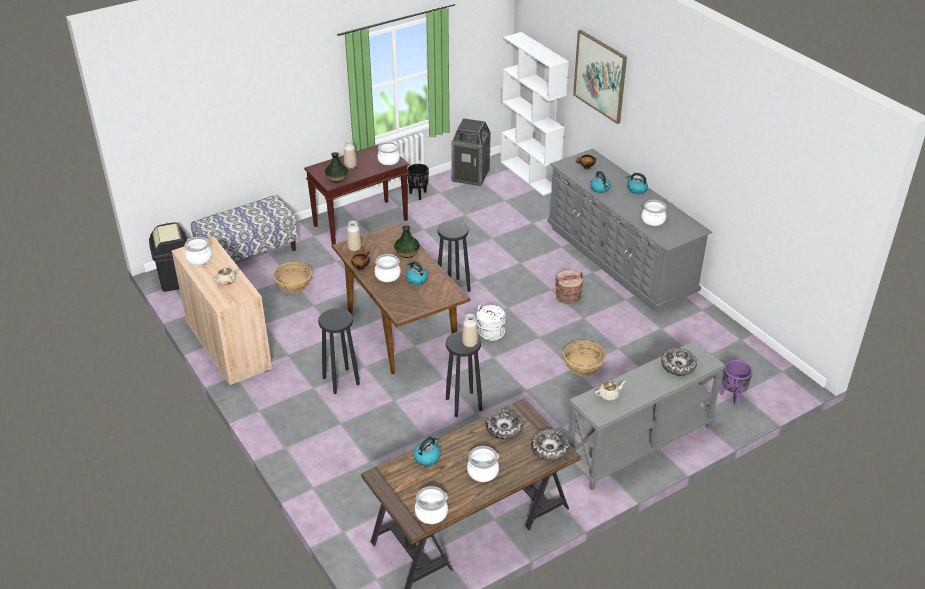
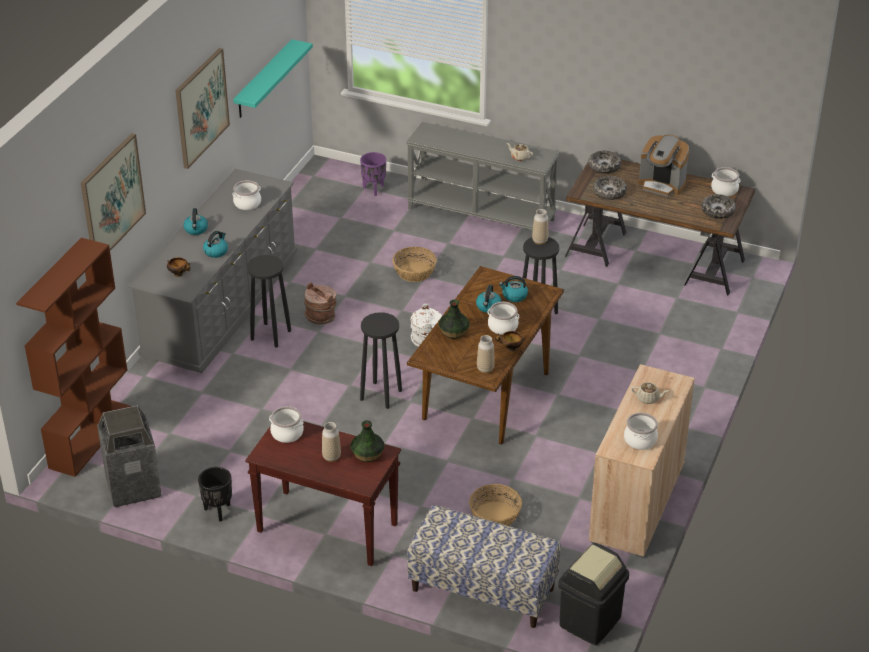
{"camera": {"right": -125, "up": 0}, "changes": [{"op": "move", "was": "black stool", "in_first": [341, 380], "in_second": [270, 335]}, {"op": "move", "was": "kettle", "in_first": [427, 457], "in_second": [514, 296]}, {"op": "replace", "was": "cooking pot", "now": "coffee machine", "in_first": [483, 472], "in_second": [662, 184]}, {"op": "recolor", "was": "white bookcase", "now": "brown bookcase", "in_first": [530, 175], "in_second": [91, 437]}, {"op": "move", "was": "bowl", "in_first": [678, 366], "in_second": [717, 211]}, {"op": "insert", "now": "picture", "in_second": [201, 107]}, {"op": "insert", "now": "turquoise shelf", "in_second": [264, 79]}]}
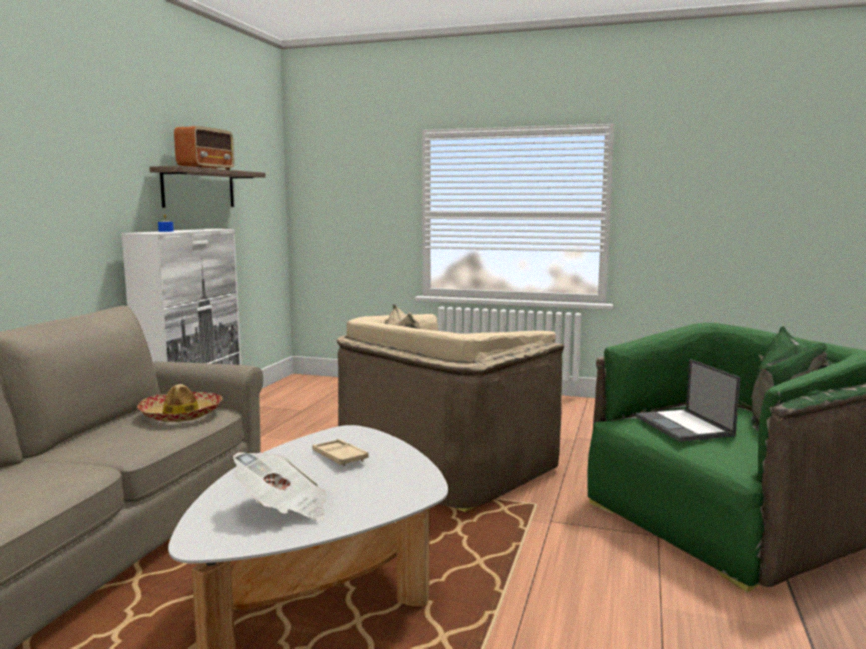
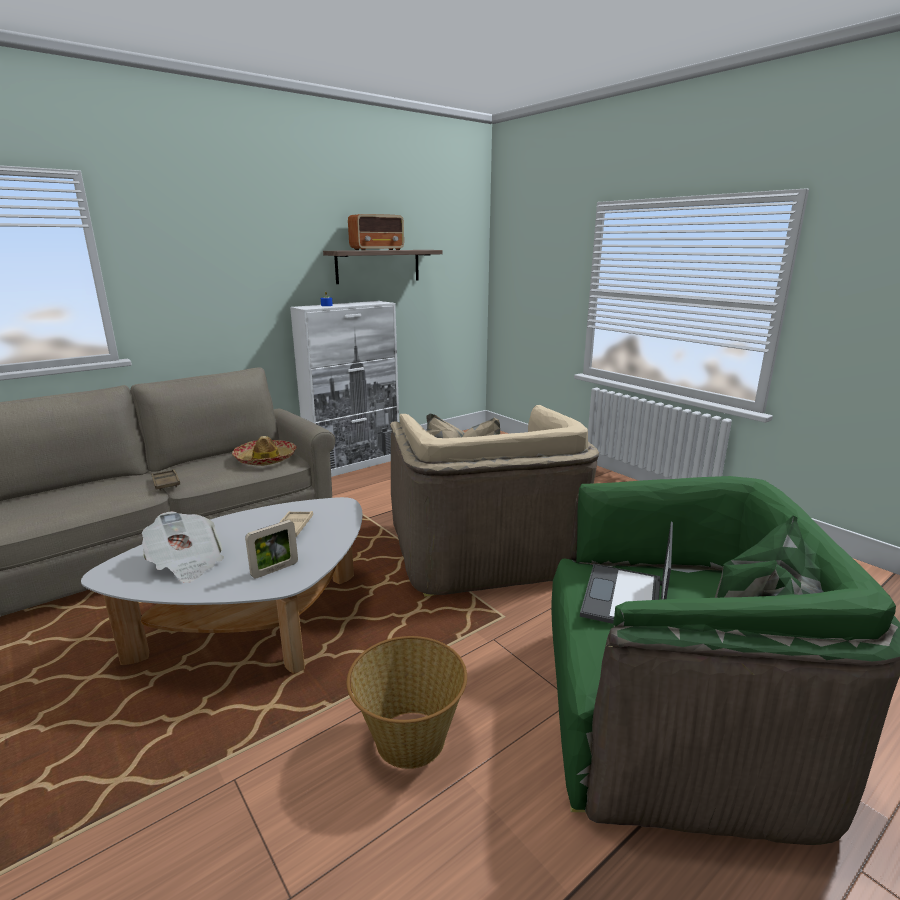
{"camera": {"right": 35, "up": 10}, "changes": [{"op": "rotate", "was": "beige armchair", "in_first": [447, 466], "in_second": [484, 550], "clockwise": -90}, {"op": "insert", "now": "brown tray", "in_second": [166, 483]}, {"op": "insert", "now": "picture frame", "in_second": [275, 570]}, {"op": "insert", "now": "basket", "in_second": [409, 739]}]}
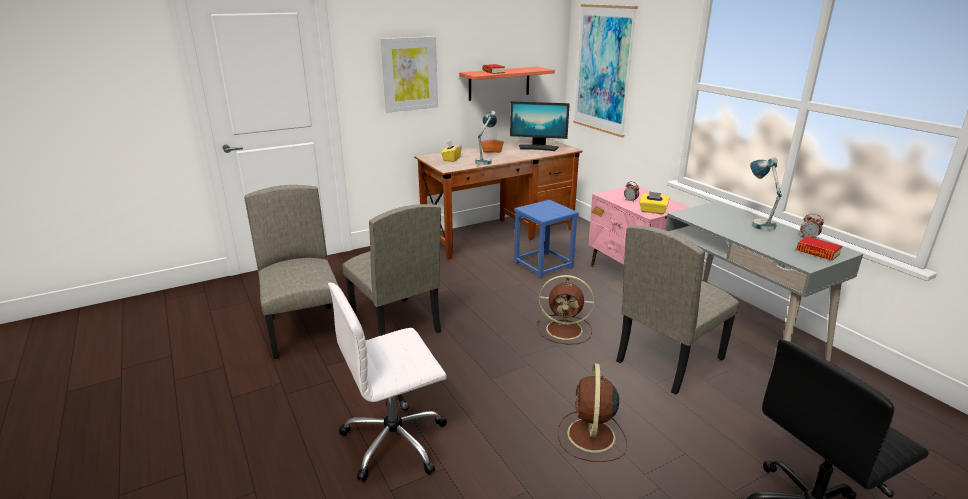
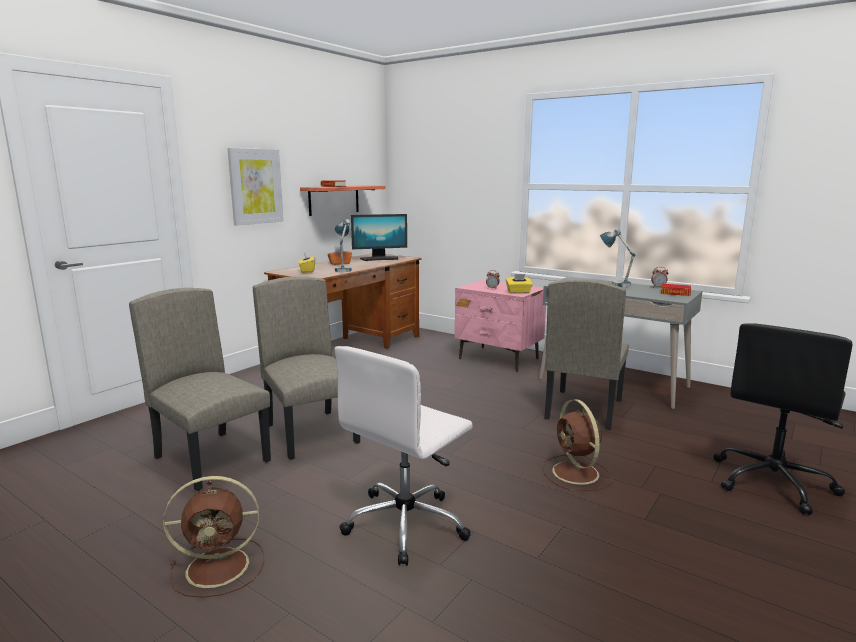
{"camera": {"right": -25, "up": -10}, "changes": [{"op": "rotate", "was": "beige chair", "in_first": [394, 324], "in_second": [312, 433], "clockwise": -150}, {"op": "delete", "was": "blue stool", "in_first": [543, 265]}, {"op": "move", "was": "brown fan", "in_first": [566, 330], "in_second": [221, 567]}, {"op": "delete", "was": "picture", "in_first": [603, 69]}]}
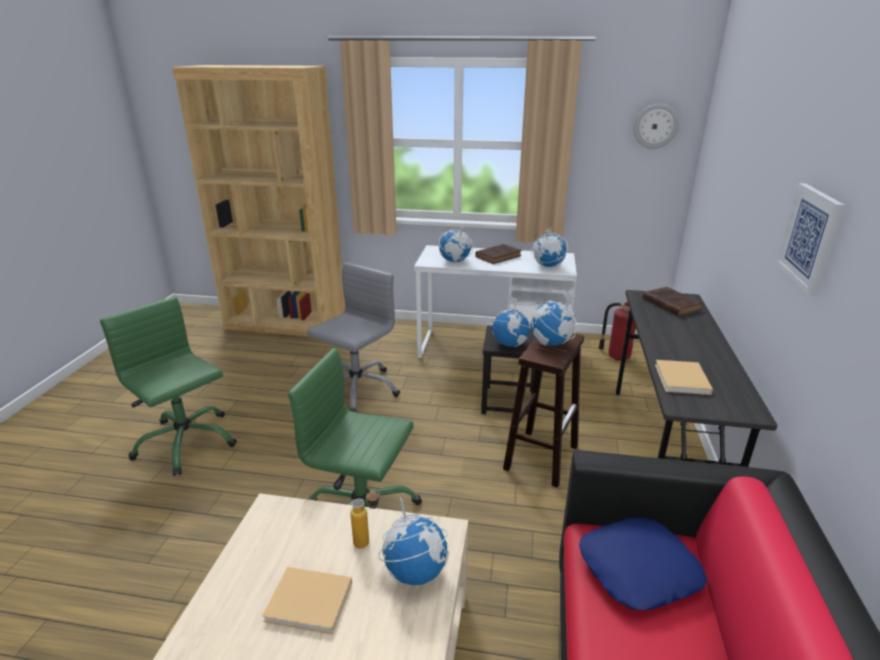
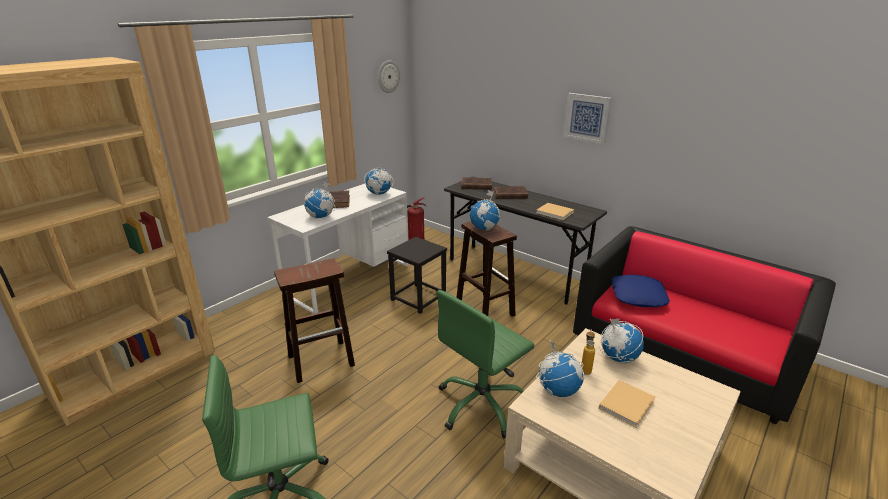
{"camera": {"right": -60, "up": 0}, "changes": [{"op": "replace", "was": "grey office chair", "now": "brown stool", "in_first": [357, 389], "in_second": [322, 360]}, {"op": "move", "was": "globe", "in_first": [510, 344], "in_second": [558, 390]}, {"op": "insert", "now": "brown book", "in_second": [509, 195]}]}
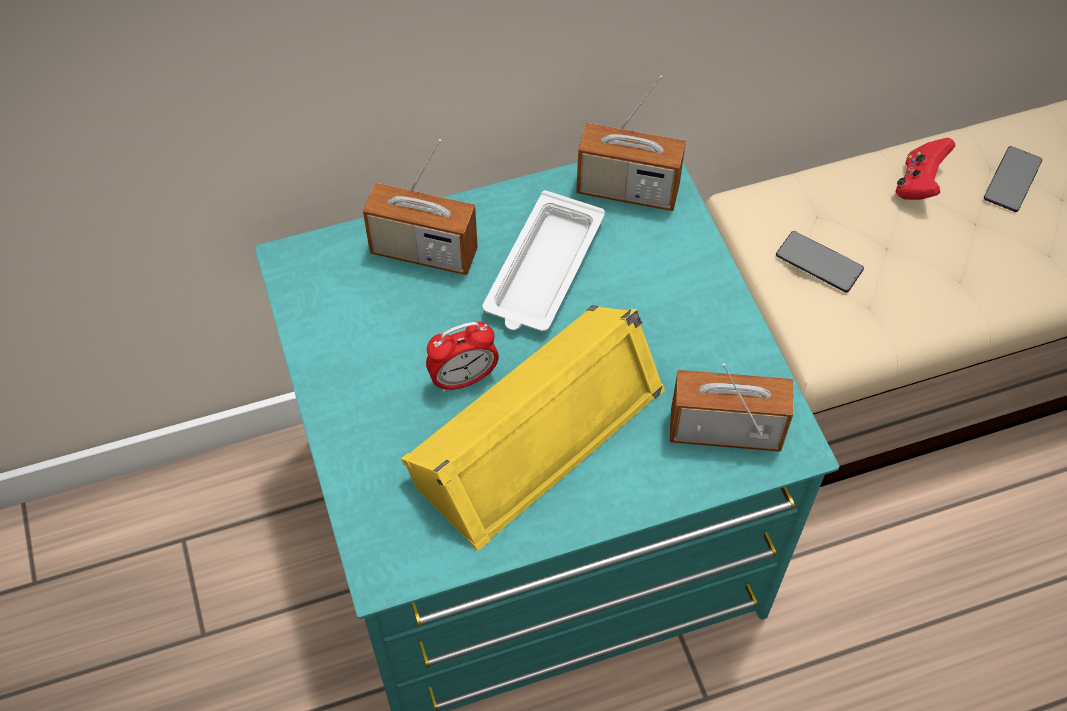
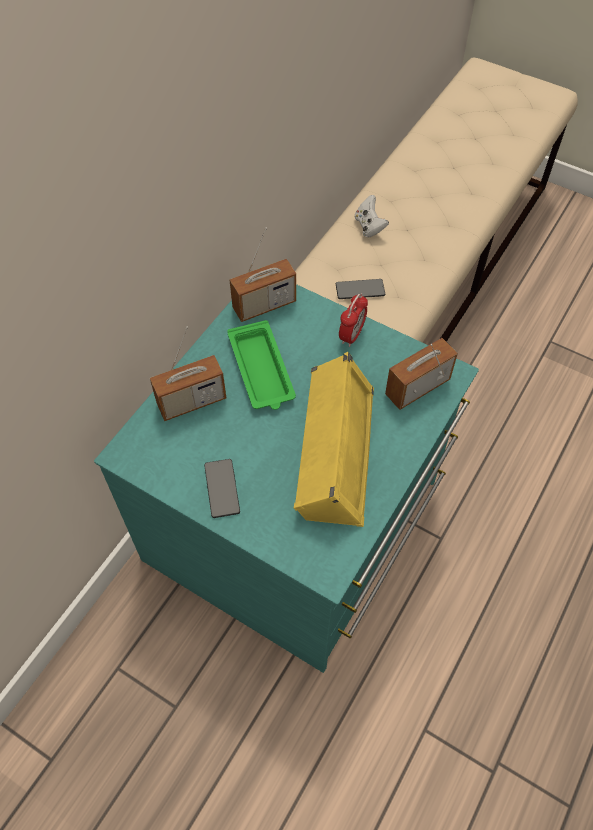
{"camera": {"right": -40, "up": 0}, "changes": [{"op": "move", "was": "alarm clock", "in_first": [463, 379], "in_second": [351, 335]}, {"op": "recolor", "was": "white tray", "now": "green tray", "in_first": [543, 271], "in_second": [261, 370]}, {"op": "recolor", "was": "red game controller", "now": "white game controller", "in_first": [918, 184], "in_second": [369, 226]}, {"op": "move", "was": "phone", "in_first": [1012, 180], "in_second": [222, 488]}]}
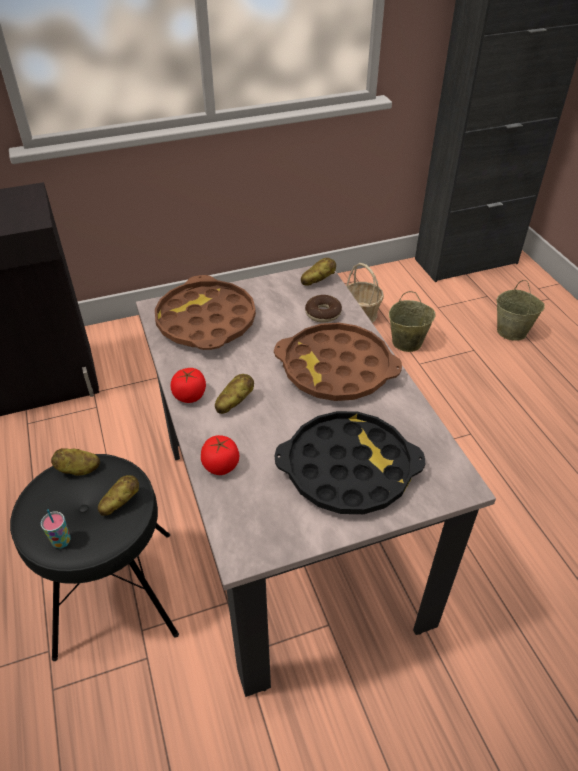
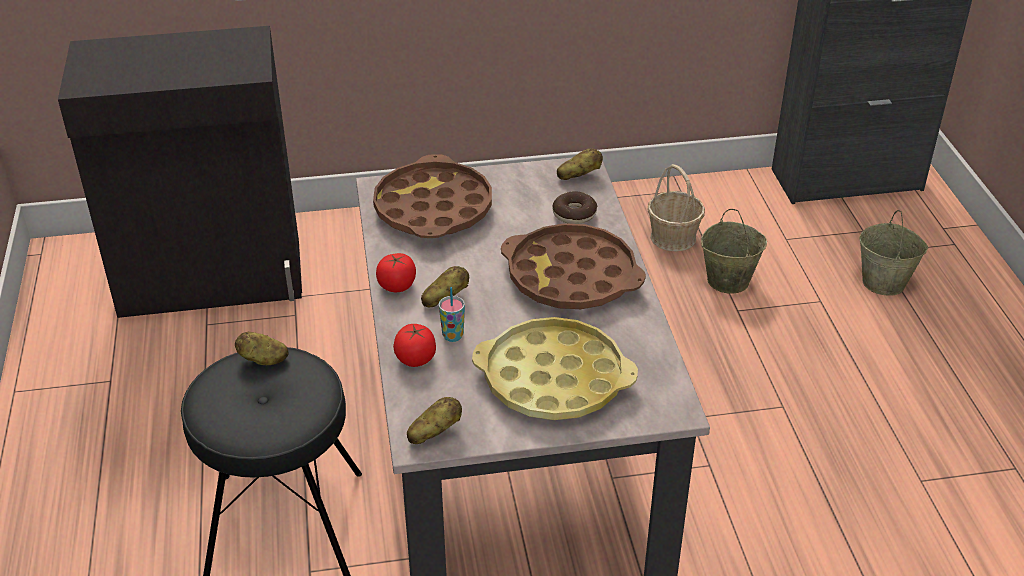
{"camera": {"right": 10, "up": -5}, "changes": [{"op": "move", "was": "cup", "in_first": [61, 541], "in_second": [453, 336]}, {"op": "move", "was": "potato", "in_first": [120, 502], "in_second": [434, 432]}, {"op": "recolor", "was": "black tray", "now": "yellow tray", "in_first": [348, 469], "in_second": [553, 378]}]}
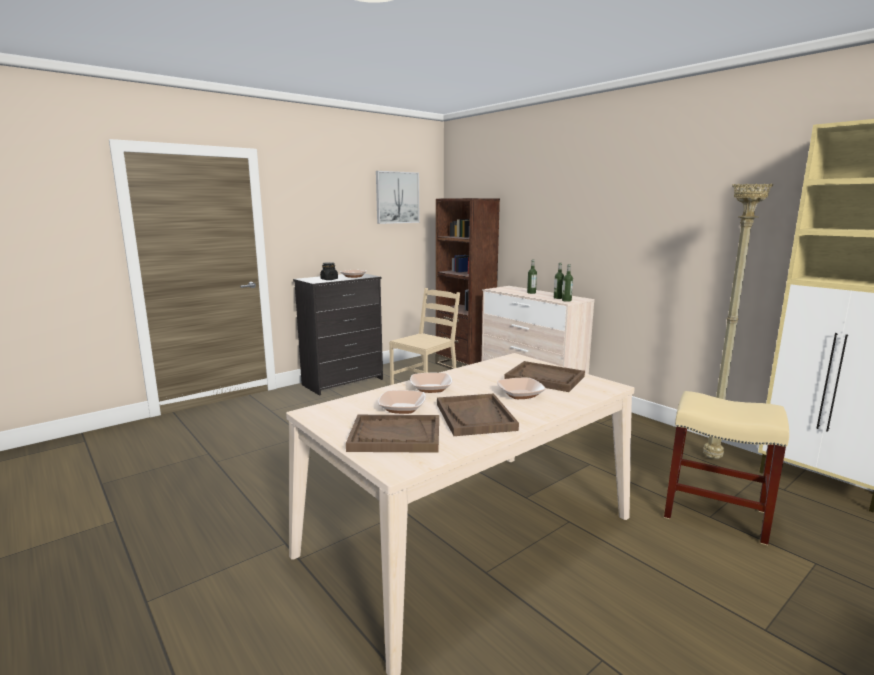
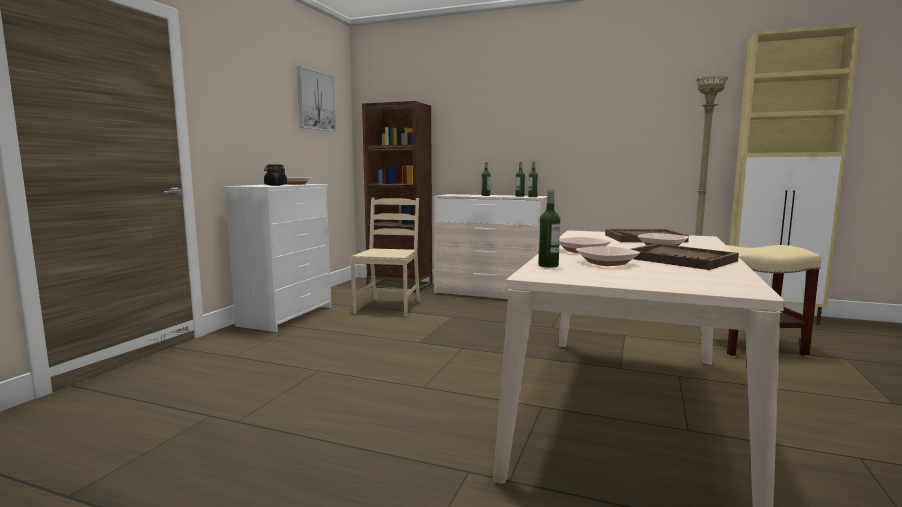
{"camera": {"right": -30, "up": -5}, "changes": [{"op": "recolor", "was": "black dresser", "now": "white dresser", "in_first": [343, 382], "in_second": [287, 316]}, {"op": "delete", "was": "brown tray", "in_first": [395, 436]}, {"op": "insert", "now": "bottle", "in_second": [548, 265]}]}
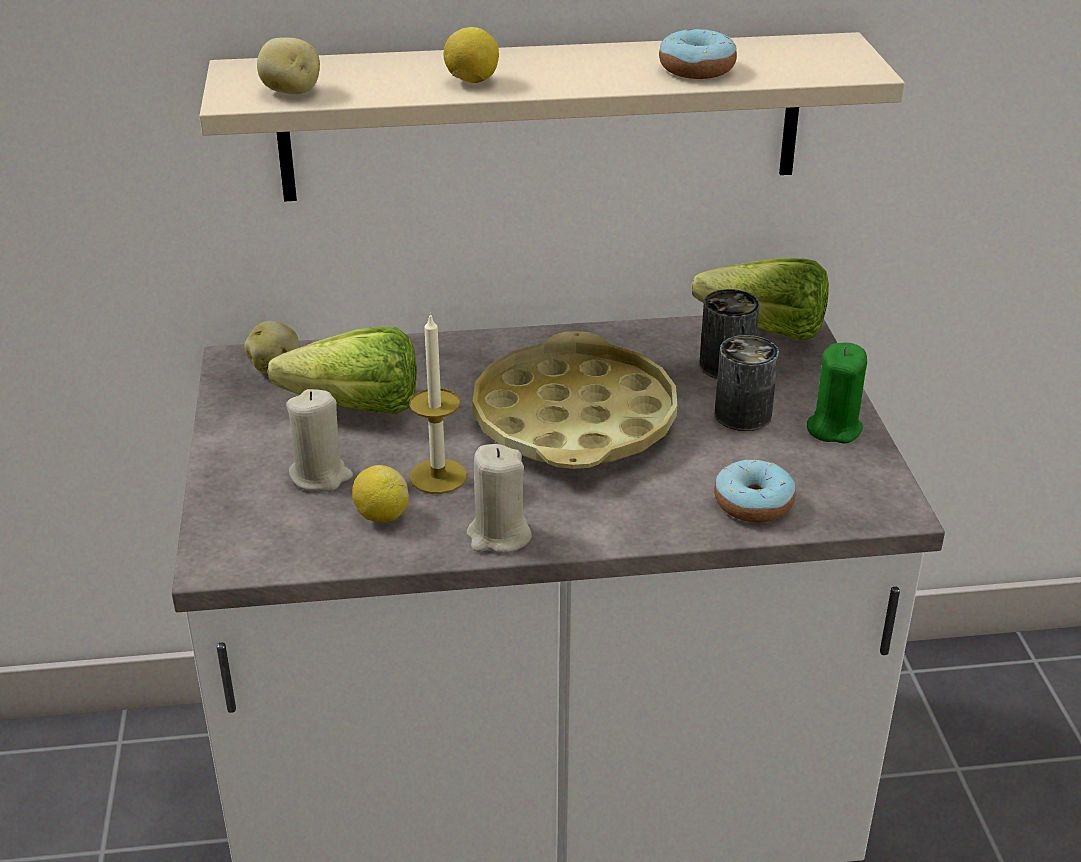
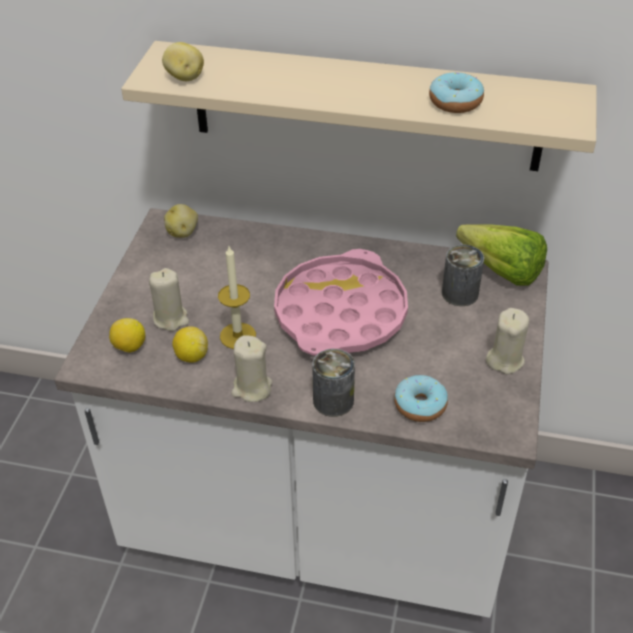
{"camera": {"right": 20, "up": 10}, "changes": [{"op": "delete", "was": "lettuce", "in_first": [345, 407]}, {"op": "move", "was": "lemon", "in_first": [472, 81], "in_second": [129, 347]}, {"op": "recolor", "was": "yellow tray", "now": "pink tray", "in_first": [574, 420], "in_second": [340, 313]}, {"op": "move", "was": "can", "in_first": [743, 414], "in_second": [333, 400]}, {"op": "recolor", "was": "green candle", "now": "beige candle", "in_first": [833, 428], "in_second": [505, 360]}]}
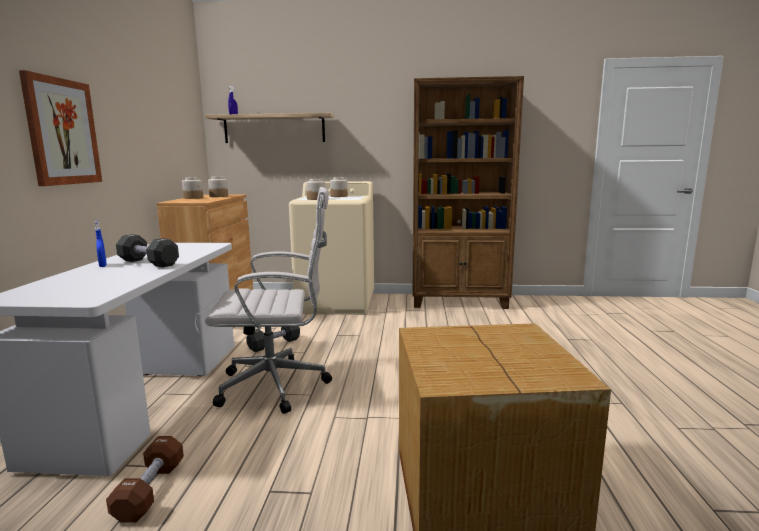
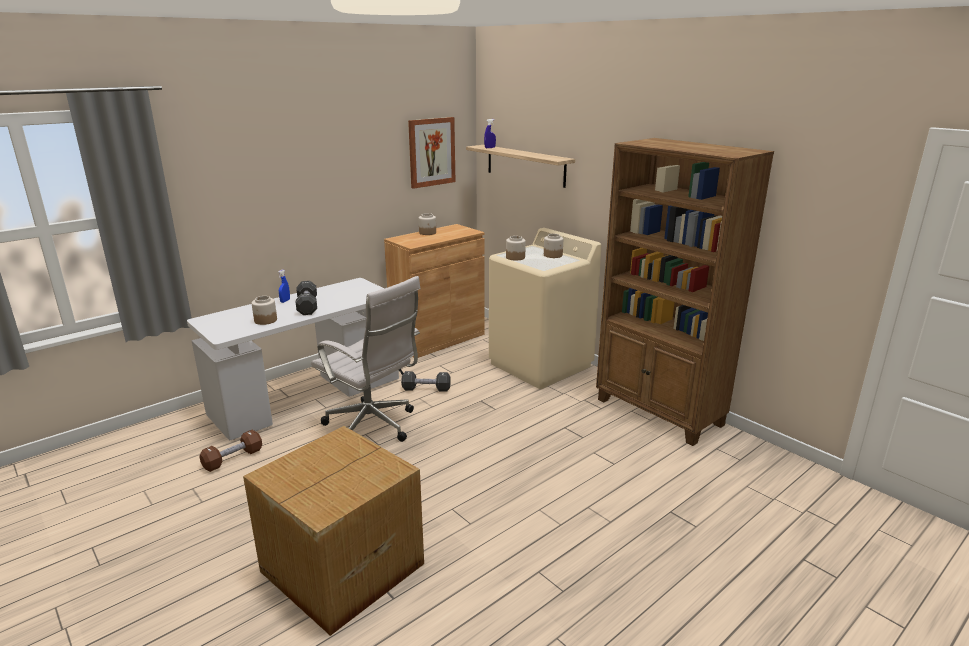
{"camera": {"right": 45, "up": 10}, "changes": [{"op": "move", "was": "picture", "in_first": [62, 132], "in_second": [431, 152]}, {"op": "move", "was": "jar", "in_first": [218, 196], "in_second": [265, 320]}]}
